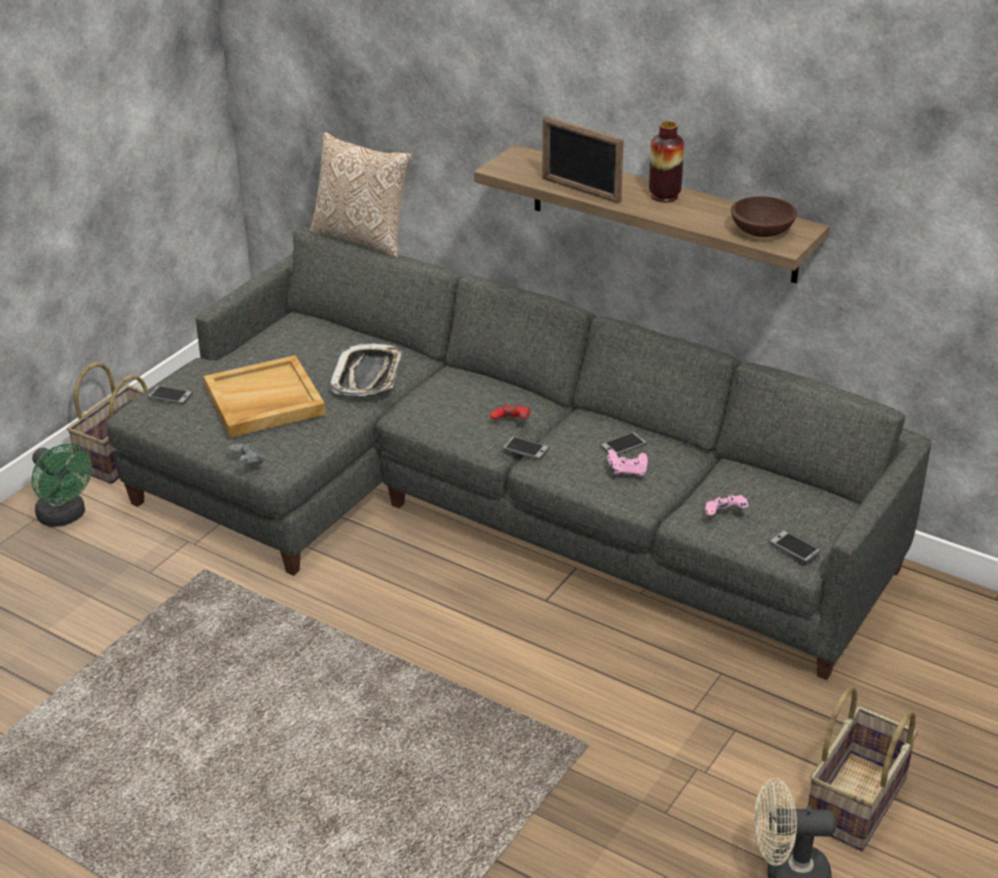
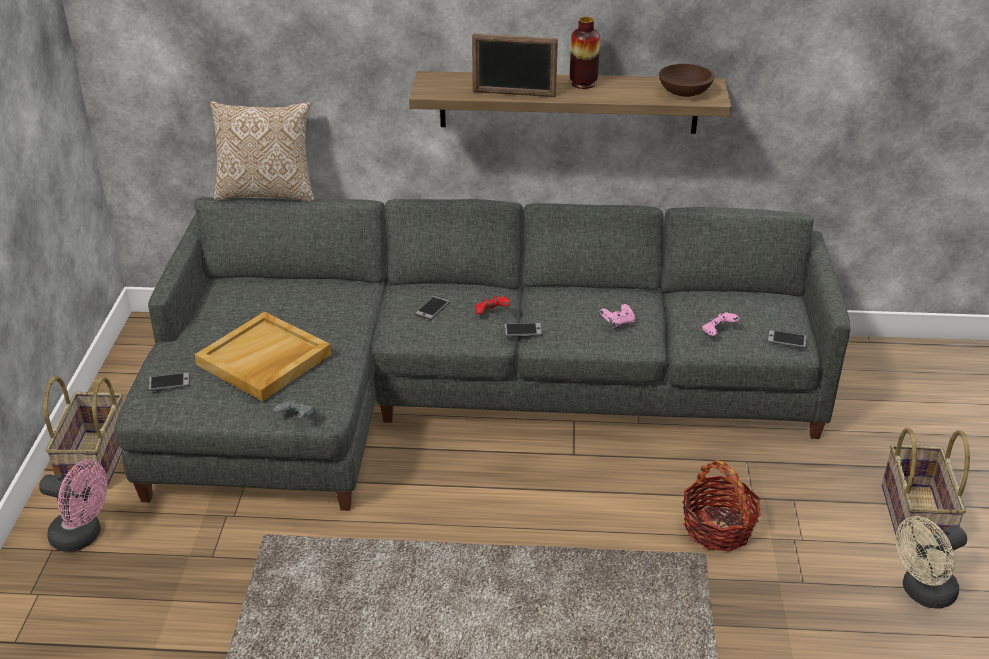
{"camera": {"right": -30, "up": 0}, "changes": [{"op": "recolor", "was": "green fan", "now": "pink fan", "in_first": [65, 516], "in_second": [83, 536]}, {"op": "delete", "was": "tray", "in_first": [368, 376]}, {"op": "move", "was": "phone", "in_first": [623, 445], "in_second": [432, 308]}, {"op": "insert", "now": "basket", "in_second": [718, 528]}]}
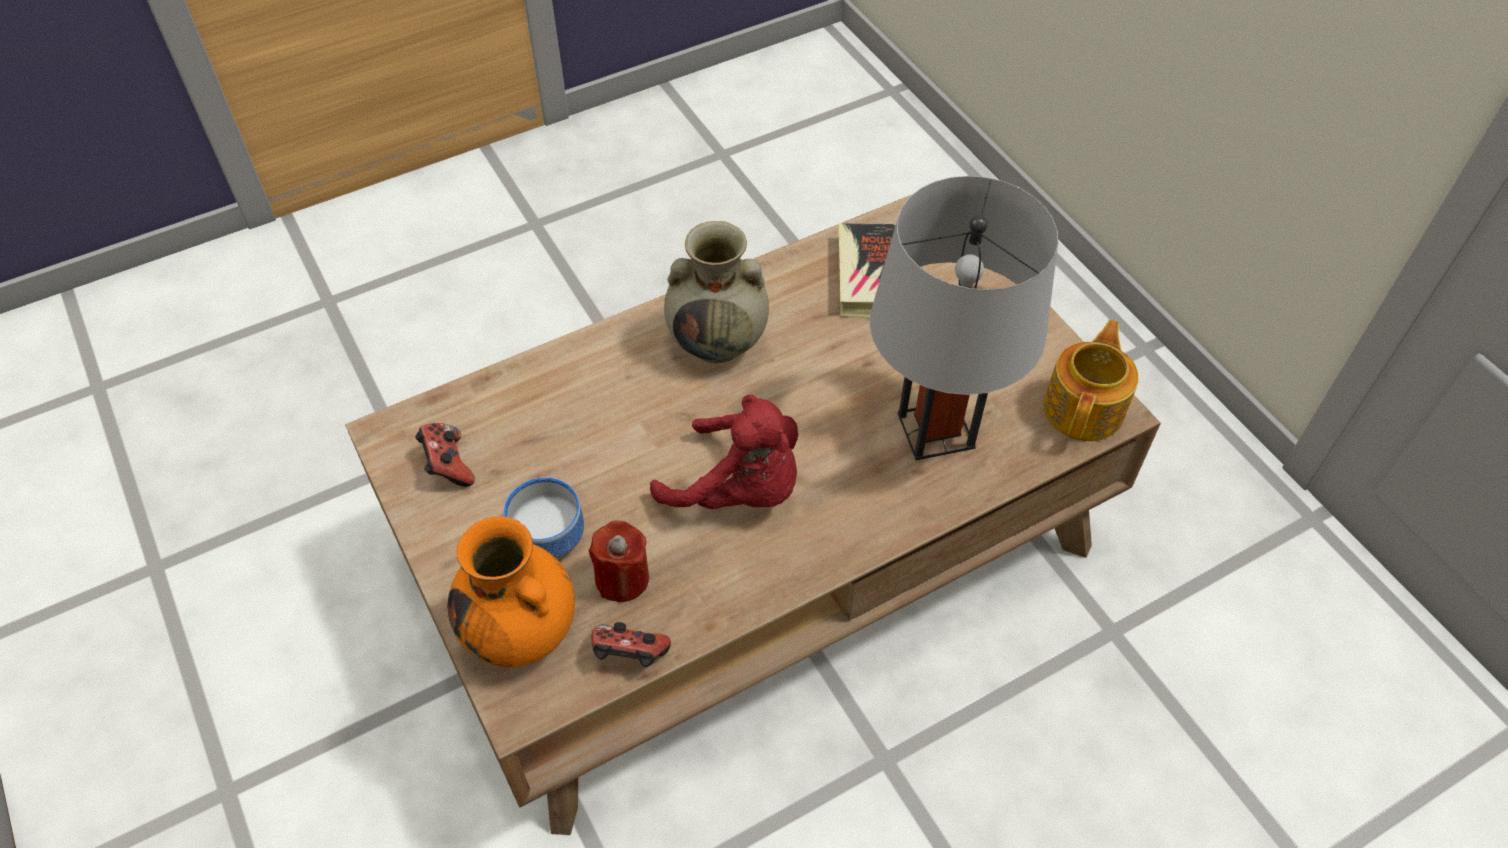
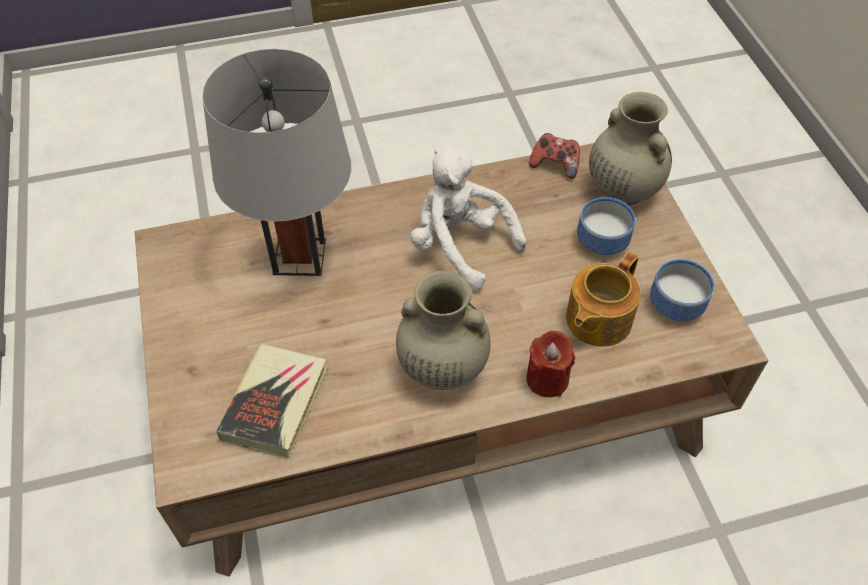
{"camera": {"right": -165, "up": 0}, "changes": [{"op": "replace", "was": "game controller", "now": "bowl", "in_first": [448, 466], "in_second": [678, 306]}, {"op": "recolor", "was": "orange vase", "now": "beige vase", "in_first": [522, 633], "in_second": [622, 189]}, {"op": "move", "was": "red candle", "in_first": [622, 578], "in_second": [547, 379]}, {"op": "recolor", "was": "red plush toy", "now": "white plush toy", "in_first": [739, 490], "in_second": [460, 245]}, {"op": "move", "was": "teapot", "in_first": [1085, 408], "in_second": [596, 320]}]}
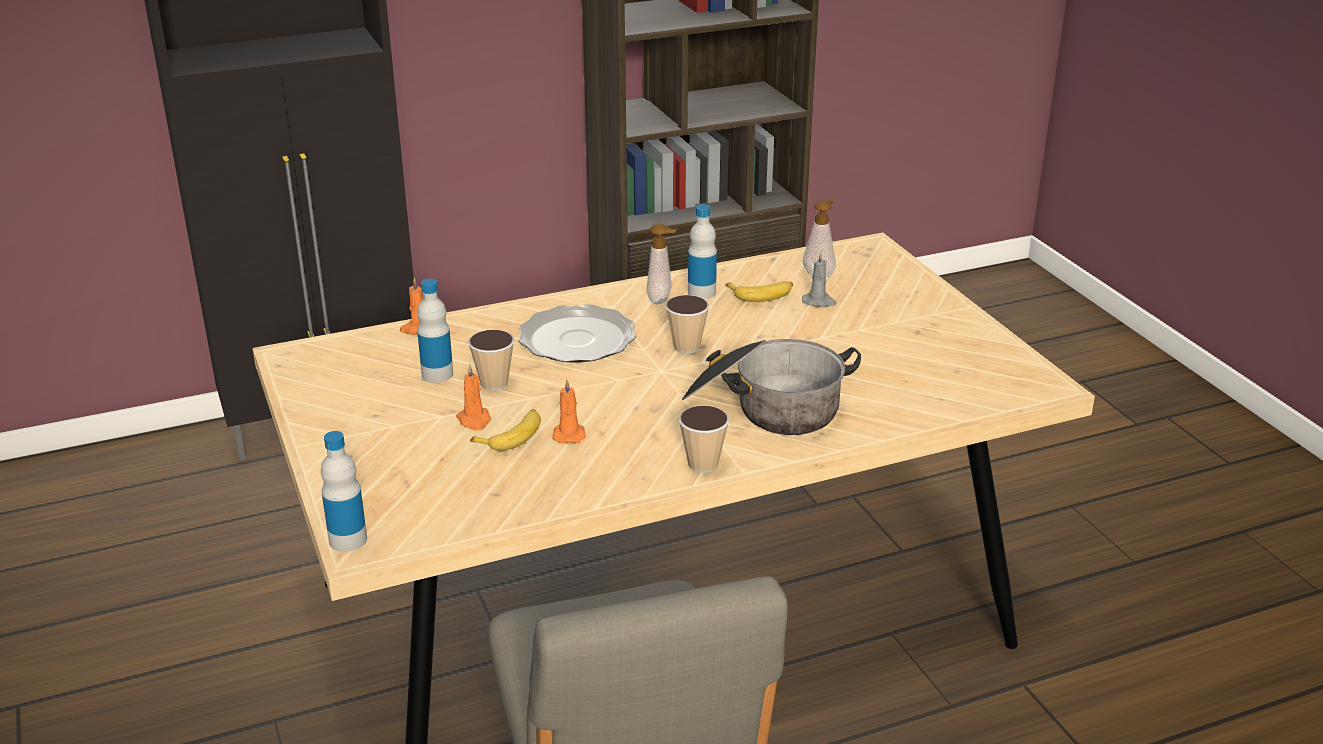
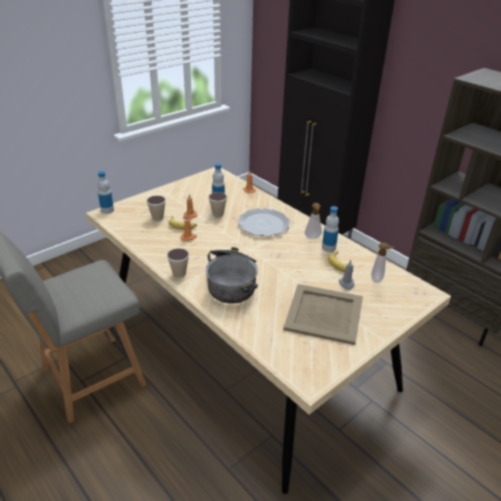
{"camera": {"right": 70, "up": 5}, "changes": [{"op": "move", "was": "cup", "in_first": [686, 347], "in_second": [157, 217]}, {"op": "insert", "now": "beige tray", "in_second": [324, 314]}]}
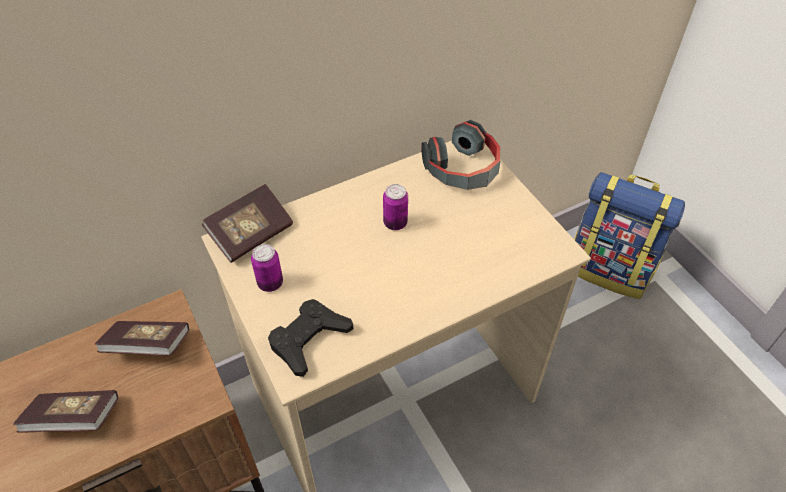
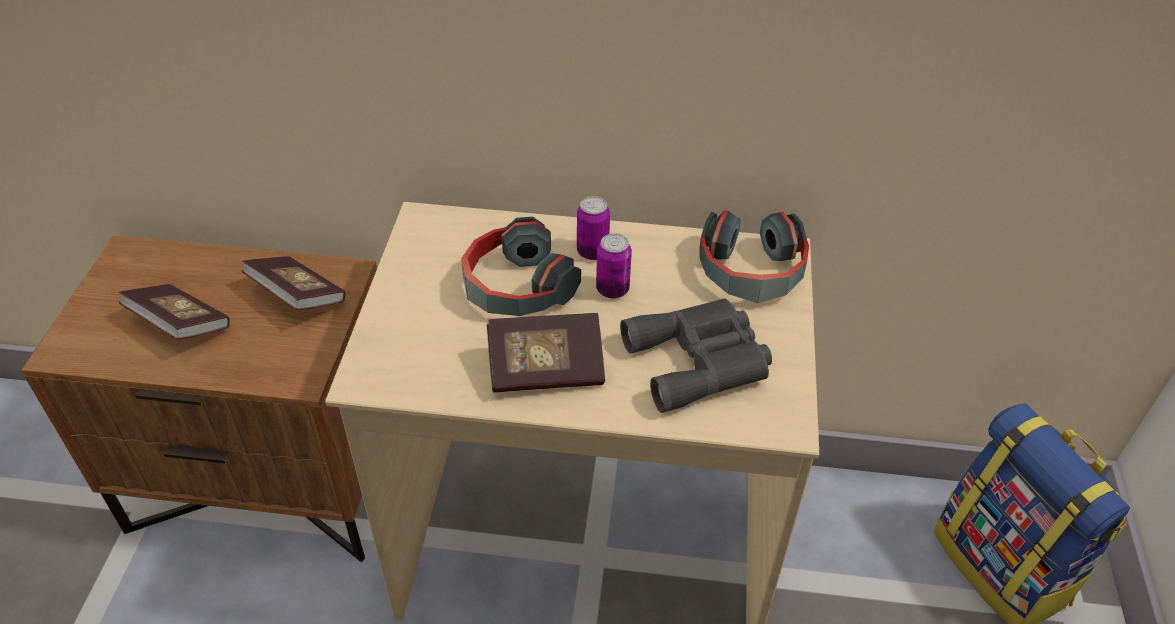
{"camera": {"right": 35, "up": -5}, "changes": [{"op": "move", "was": "book", "in_first": [251, 234], "in_second": [546, 369]}, {"op": "move", "was": "can", "in_first": [270, 283], "in_second": [592, 252]}, {"op": "delete", "was": "black game controller", "in_first": [309, 339]}, {"op": "insert", "now": "headphones", "in_second": [516, 287]}, {"op": "insert", "now": "grey binoculars", "in_second": [701, 361]}]}
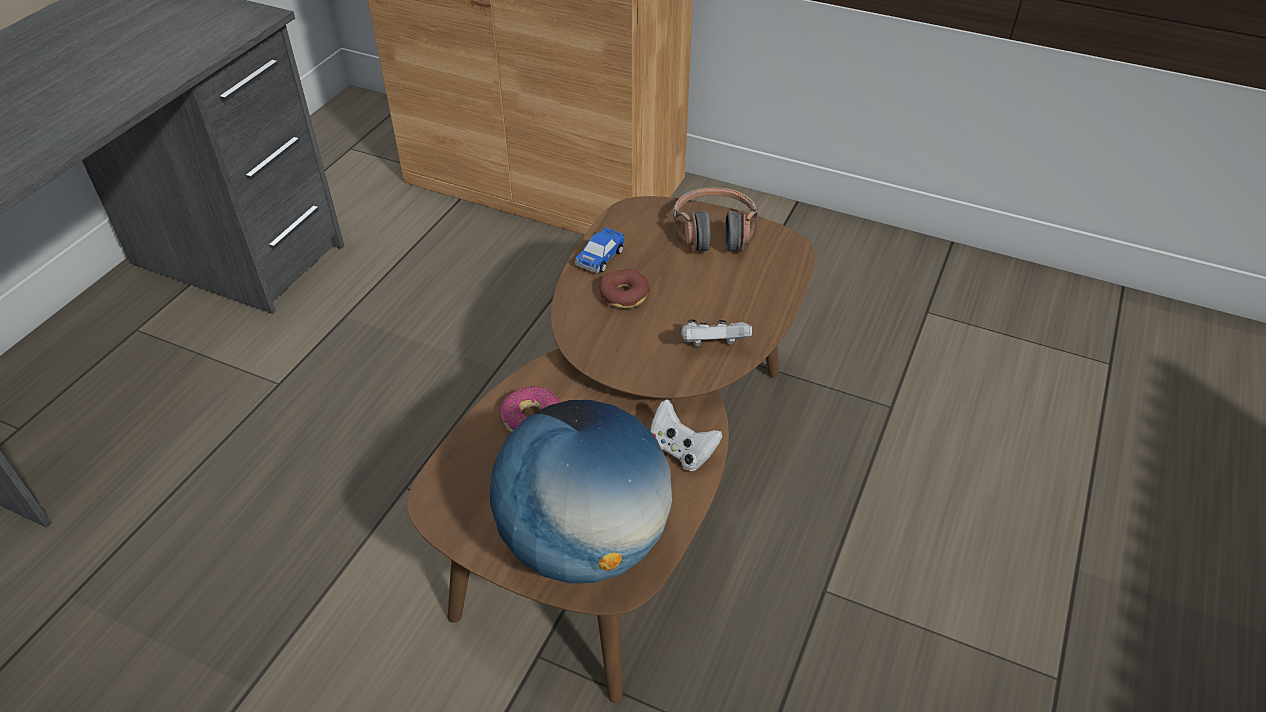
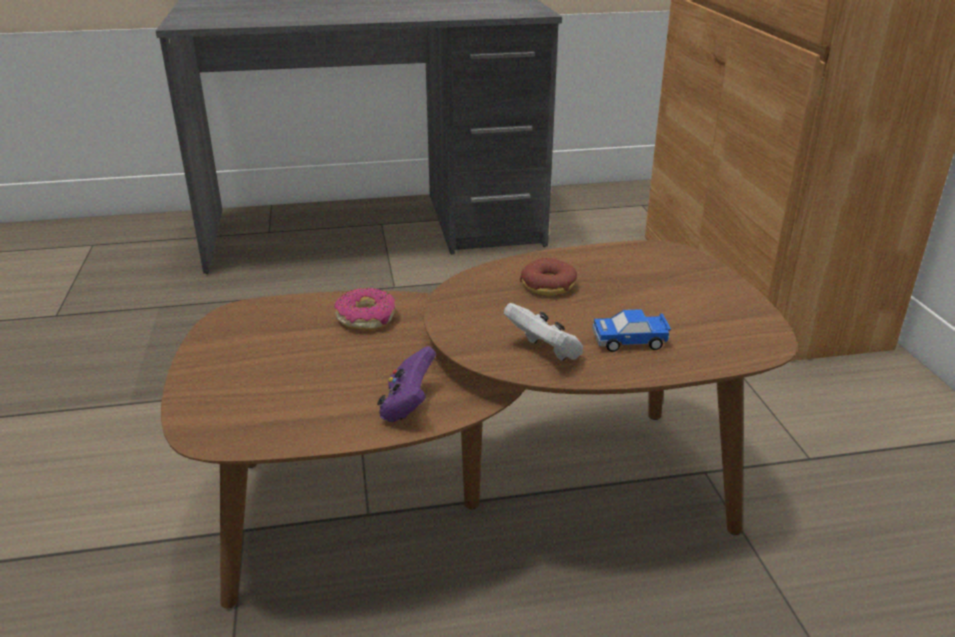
{"camera": {"right": 55, "up": -15}, "changes": [{"op": "delete", "was": "globe", "in_first": [584, 542]}, {"op": "move", "was": "toy car", "in_first": [600, 257], "in_second": [630, 341]}, {"op": "recolor", "was": "white game controller", "now": "purple game controller", "in_first": [681, 450], "in_second": [408, 406]}, {"op": "delete", "was": "headphones", "in_first": [714, 232]}]}
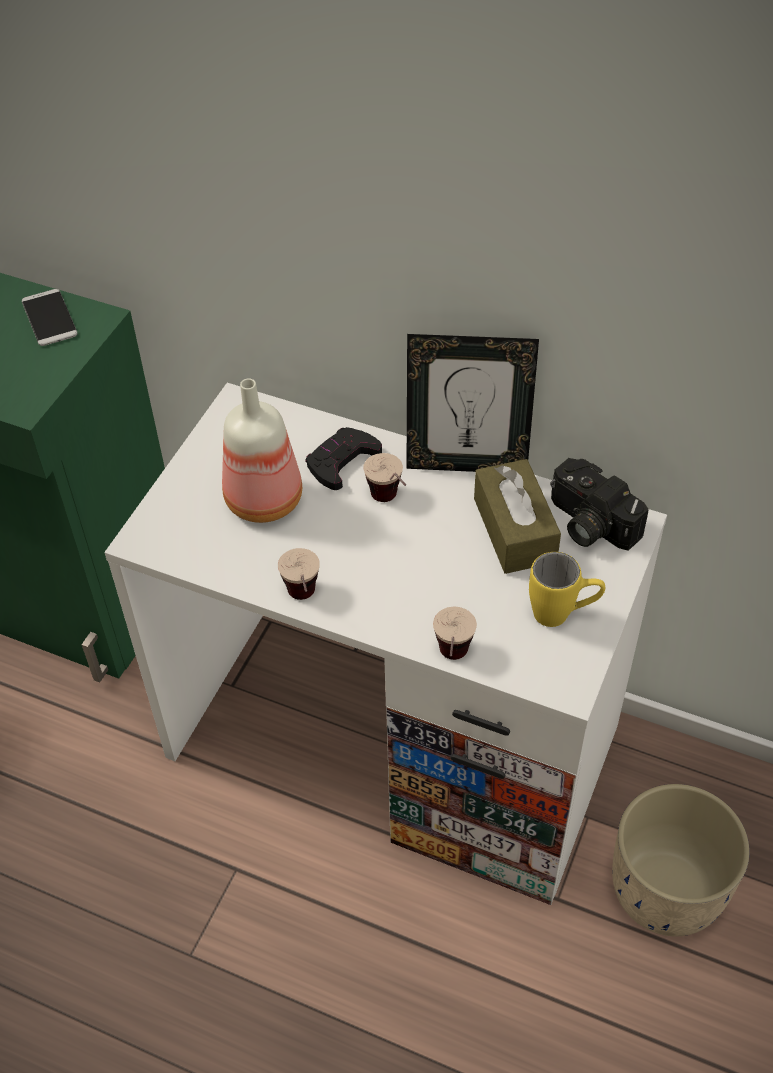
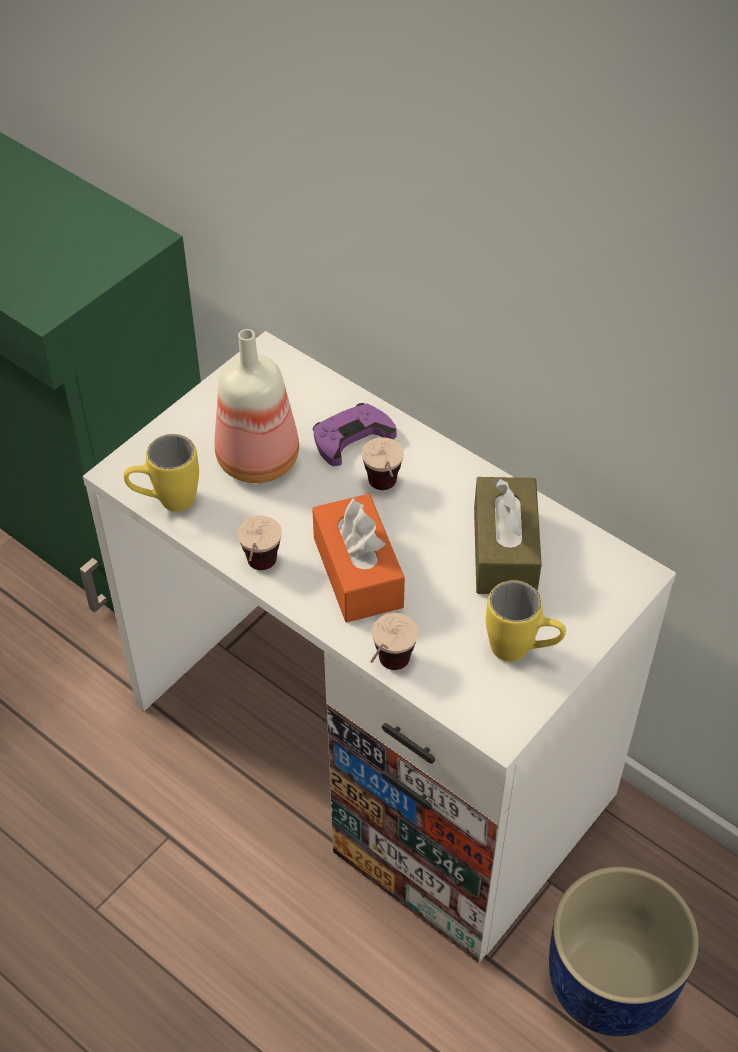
{"camera": {"right": 15, "up": 0}, "changes": [{"op": "delete", "was": "phone", "in_first": [49, 318]}, {"op": "recolor", "was": "black game controller", "now": "purple game controller", "in_first": [342, 461], "in_second": [351, 438]}, {"op": "delete", "was": "picture frame", "in_first": [466, 463]}, {"op": "delete", "was": "photo camera", "in_first": [588, 524]}, {"op": "recolor", "was": "beige planter", "now": "blue planter", "in_first": [666, 891], "in_second": [608, 984]}, {"op": "insert", "now": "yellow mug", "in_second": [166, 502]}, {"op": "insert", "now": "orange tissue box", "in_second": [358, 572]}]}
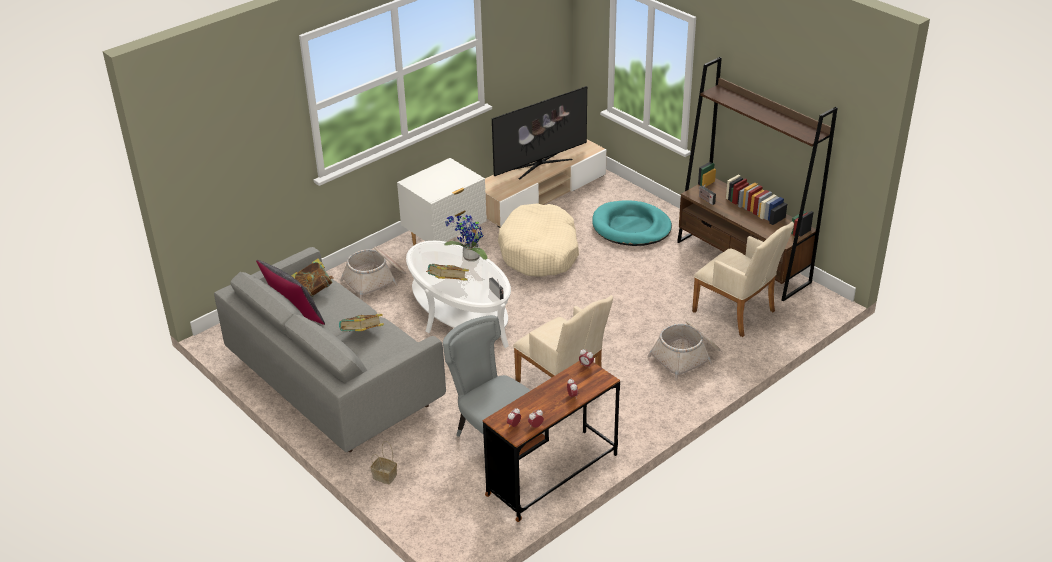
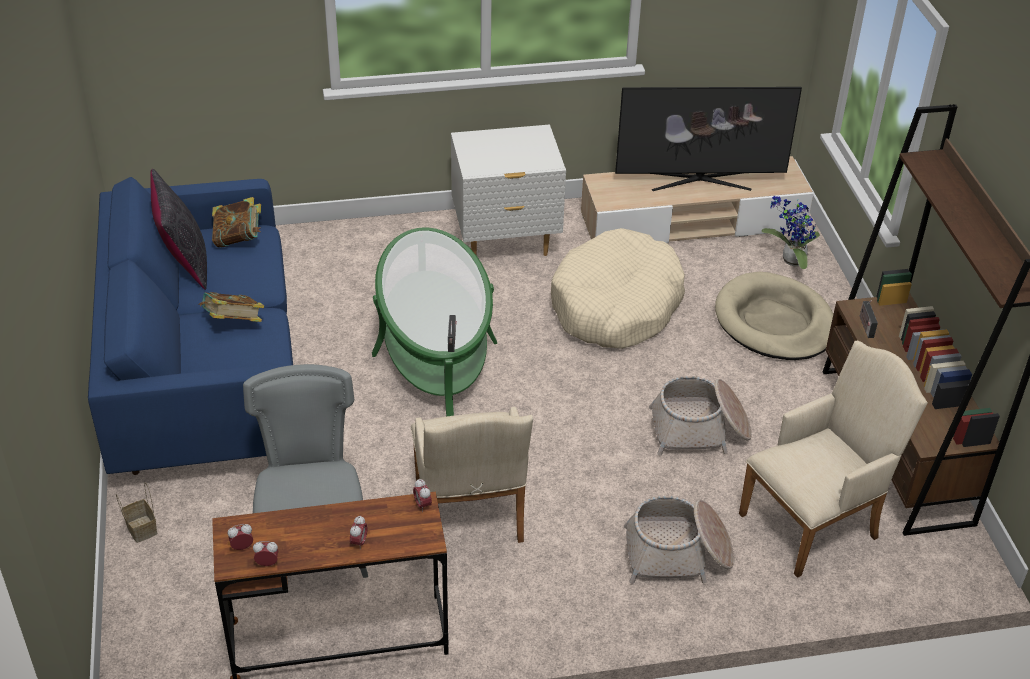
{"camera": {"right": 30, "up": 5}, "changes": [{"op": "recolor", "was": "grey sofa", "now": "blue sofa", "in_first": [335, 384], "in_second": [203, 374]}, {"op": "move", "was": "basket", "in_first": [375, 280], "in_second": [700, 430]}, {"op": "recolor", "was": "white coffee table", "now": "green coffee table", "in_first": [460, 314], "in_second": [434, 348]}, {"op": "delete", "was": "book", "in_first": [447, 283]}, {"op": "move", "was": "potted plant", "in_first": [469, 258], "in_second": [790, 260]}, {"op": "recolor", "was": "turquoise dog bed", "now": "beige dog bed", "in_first": [631, 227], "in_second": [774, 322]}, {"op": "rotate", "was": "beige armchair", "in_first": [738, 313], "in_second": [815, 522], "clockwise": -105}]}
